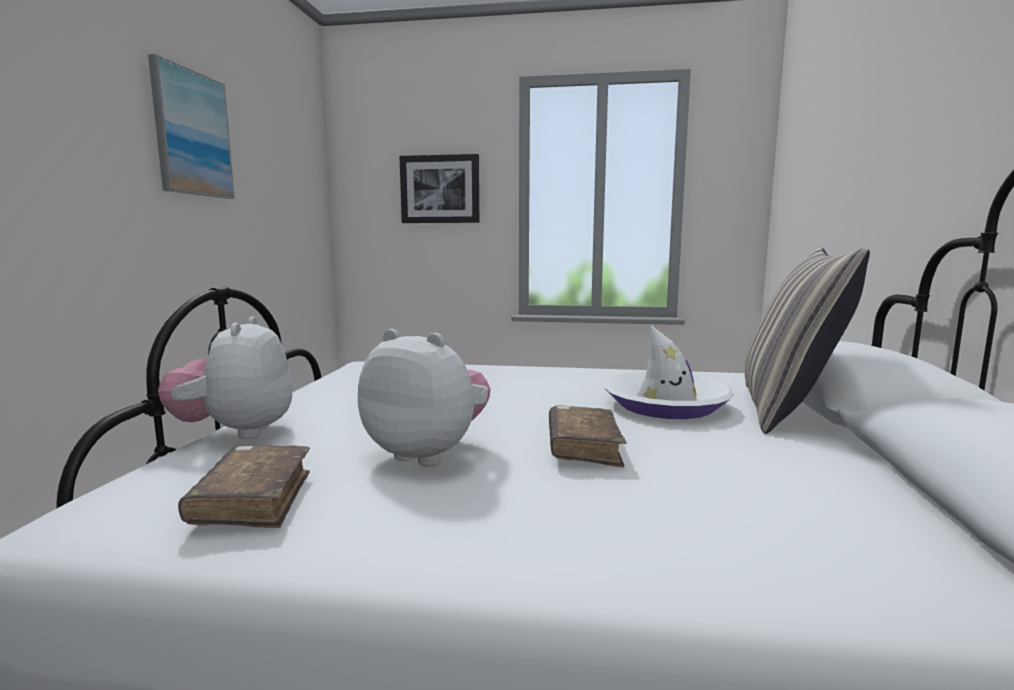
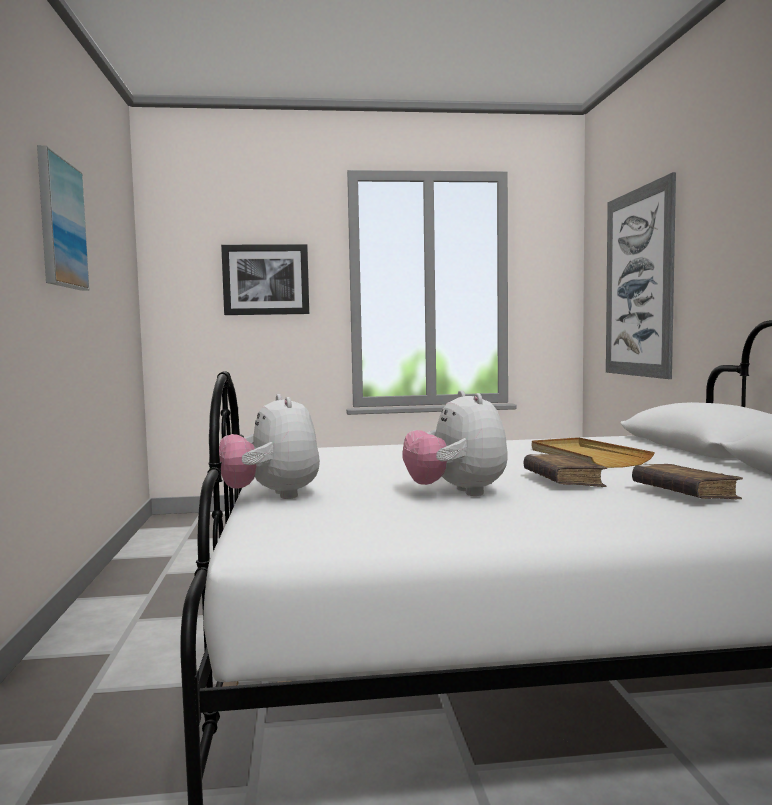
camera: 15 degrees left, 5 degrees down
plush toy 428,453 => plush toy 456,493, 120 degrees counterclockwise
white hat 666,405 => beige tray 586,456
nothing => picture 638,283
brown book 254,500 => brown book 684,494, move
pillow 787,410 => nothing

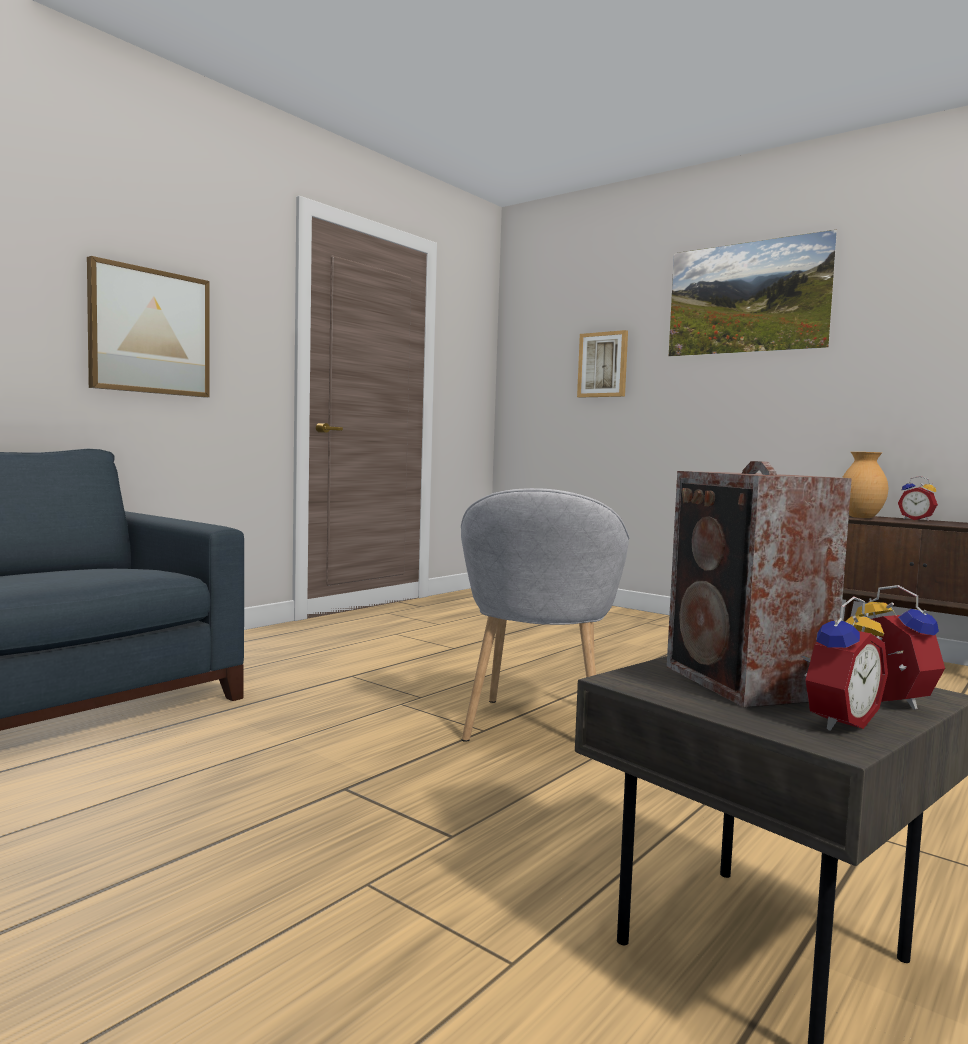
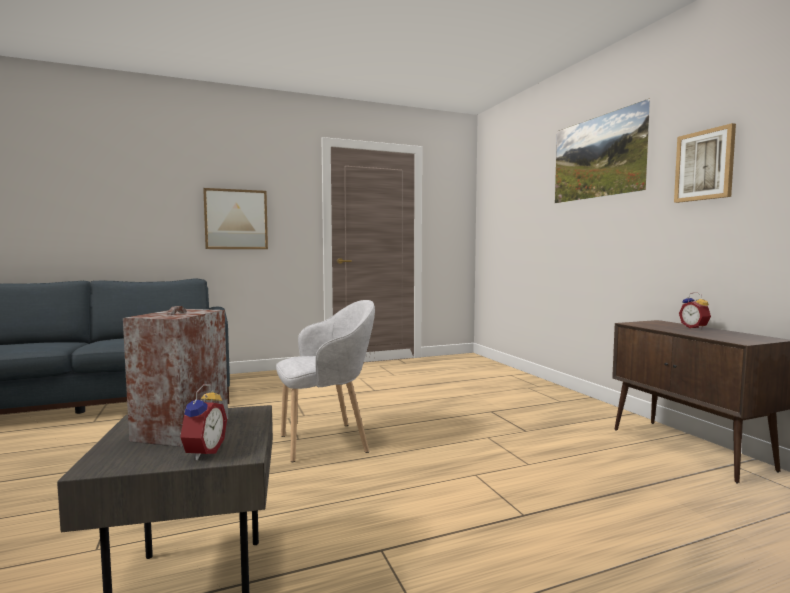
camera: 30 degrees right, 0 degrees up
grey armchair 536,727 => grey armchair 327,442, 150 degrees counterclockwise
picture 603,365 => picture 704,165, move
alarm clock 836,721 => nothing
brown vase 862,517 => nothing

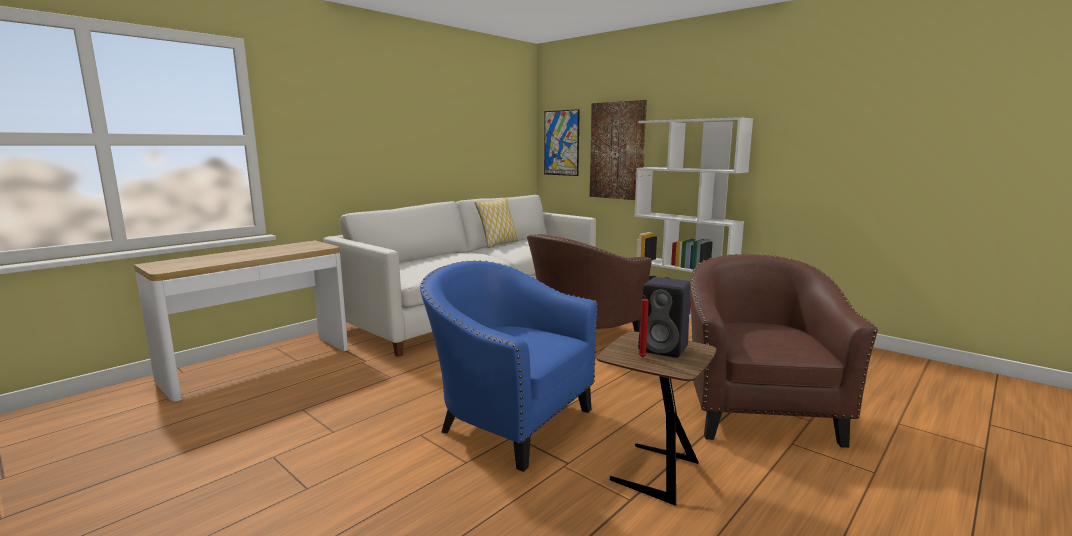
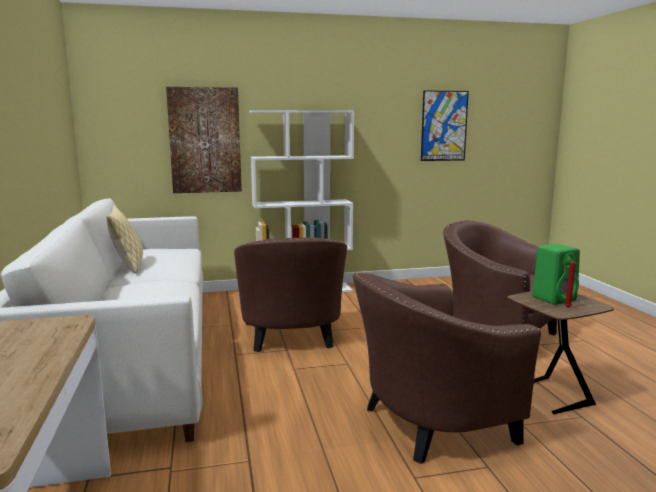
camera: 55 degrees left, 0 degrees up
blue armchair 508,421 => brown armchair 428,424
picture 561,143 => picture 444,126, move
black speaker 665,349 => green speaker 554,298

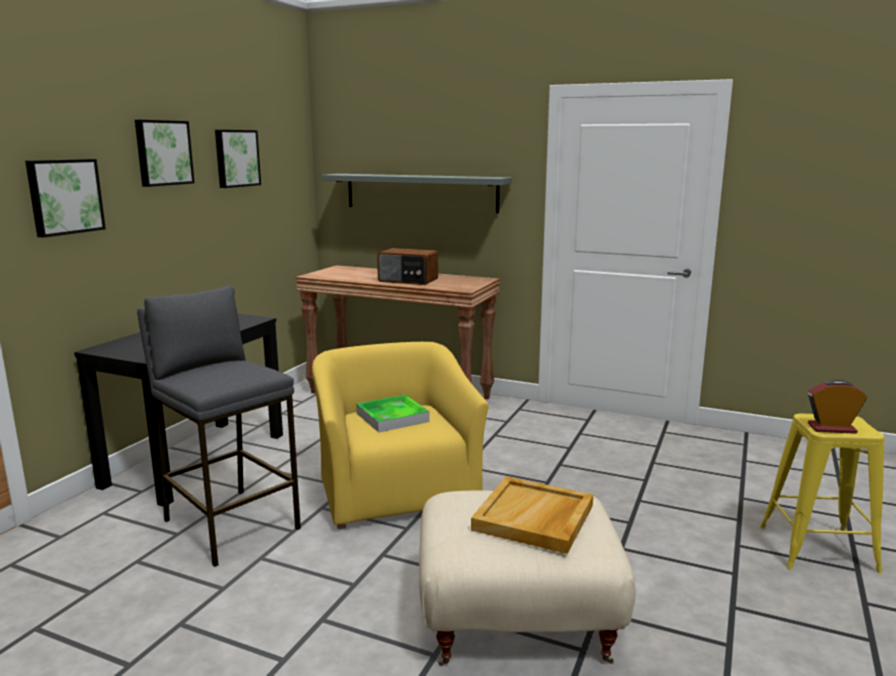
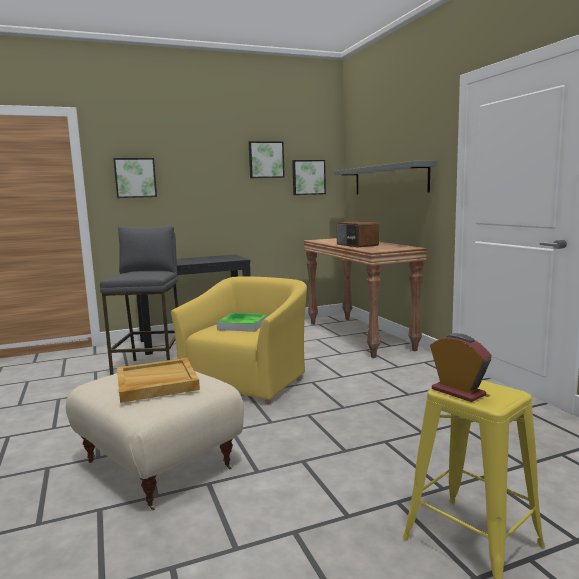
camera: 45 degrees right, 5 degrees down
picture 163,153 => picture 308,177, move

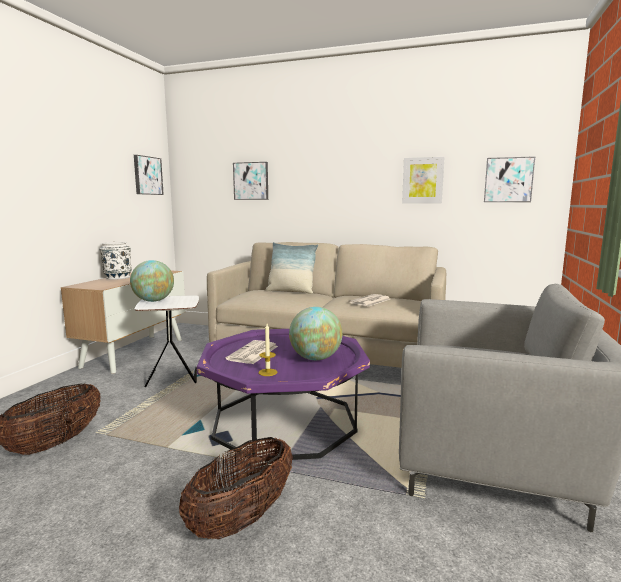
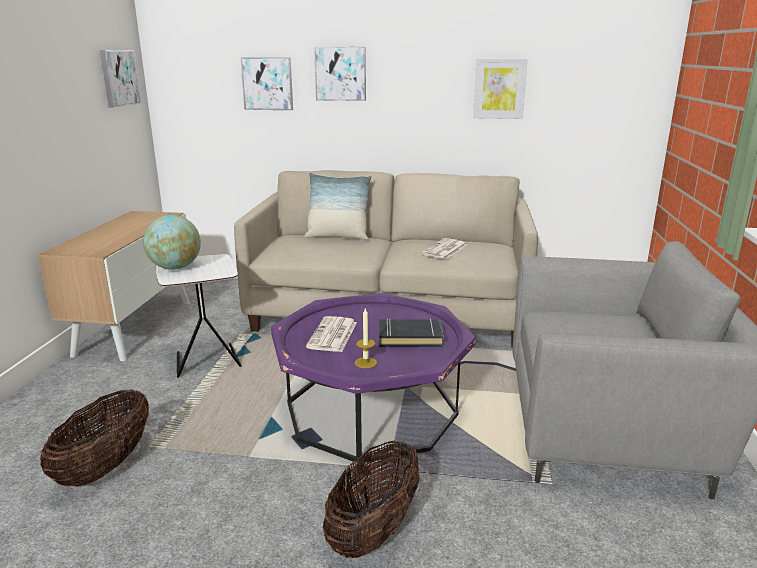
camera: 10 degrees left, 10 degrees up
picture 508,180 => picture 340,74, move
globe 315,358 => black book 410,338
white vase 117,277 => nothing

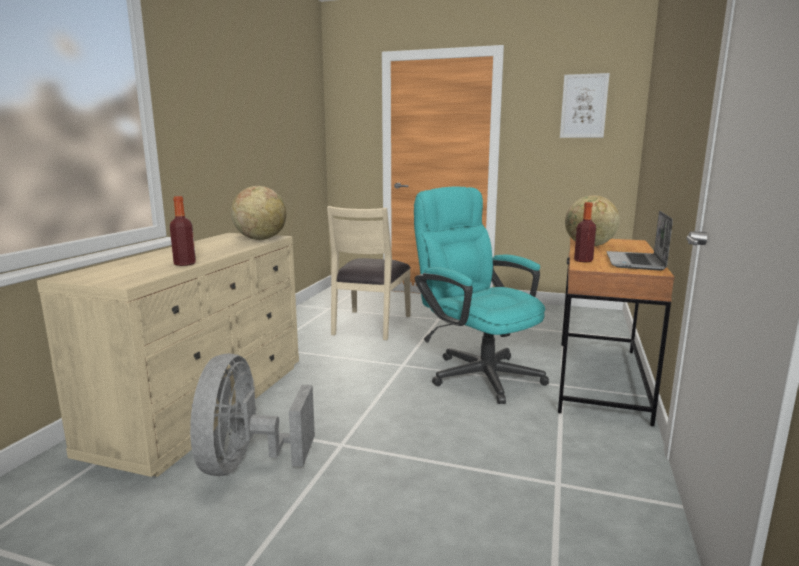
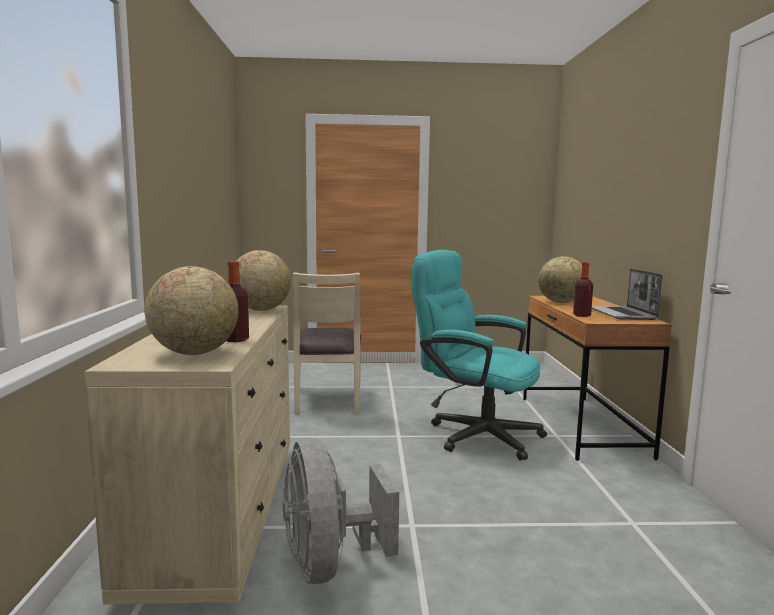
camera: 20 degrees left, 5 degrees down
nothing => globe 194,353
picture 583,106 => nothing

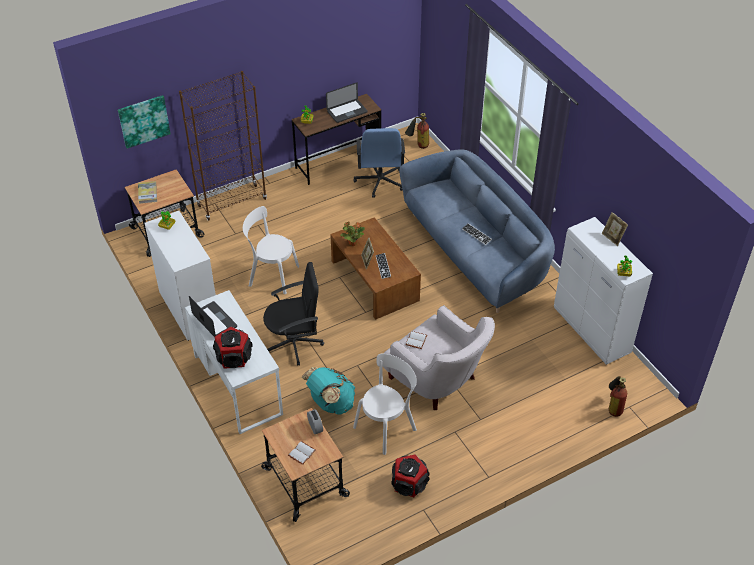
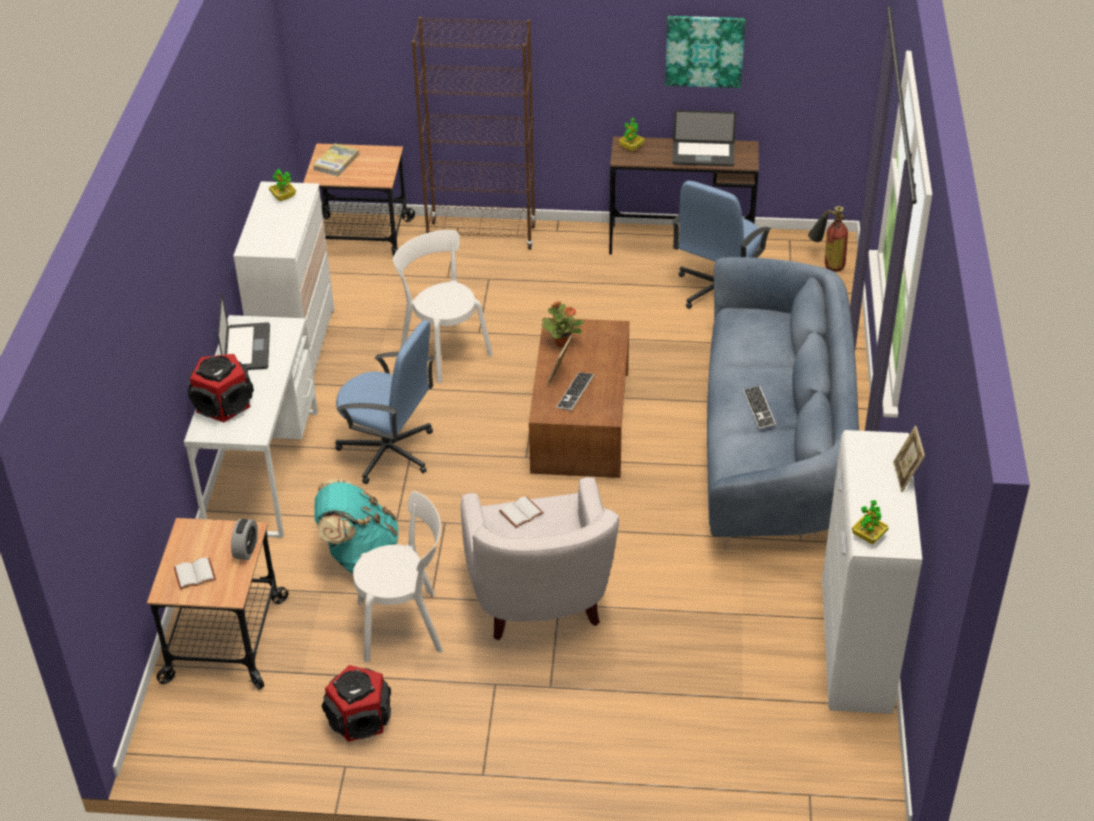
camera: 35 degrees right, 5 degrees down
black office chair 294,343 => blue office chair 388,452
picture 144,121 => picture 704,50, move
fire extinguisher 613,407 => nothing

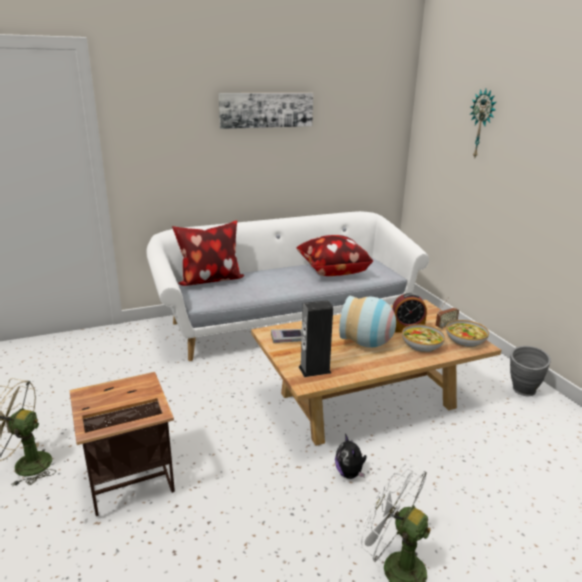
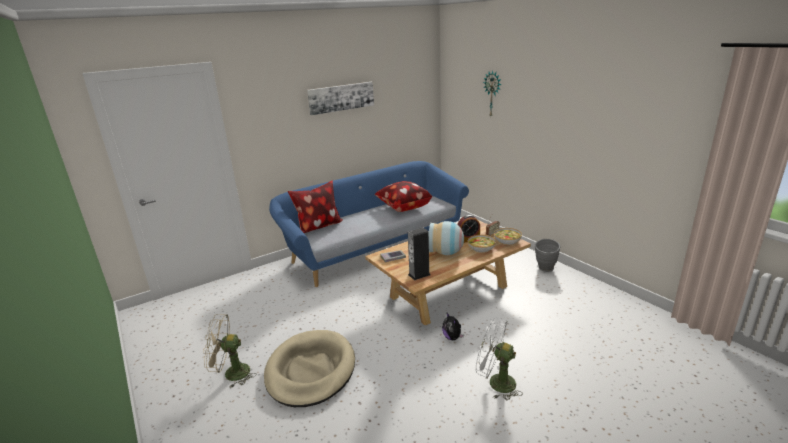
camera: 10 degrees left, 0 degrees up
side table 129,483 => beige dog bed 310,370
white sofa 287,320 => blue sofa 374,248

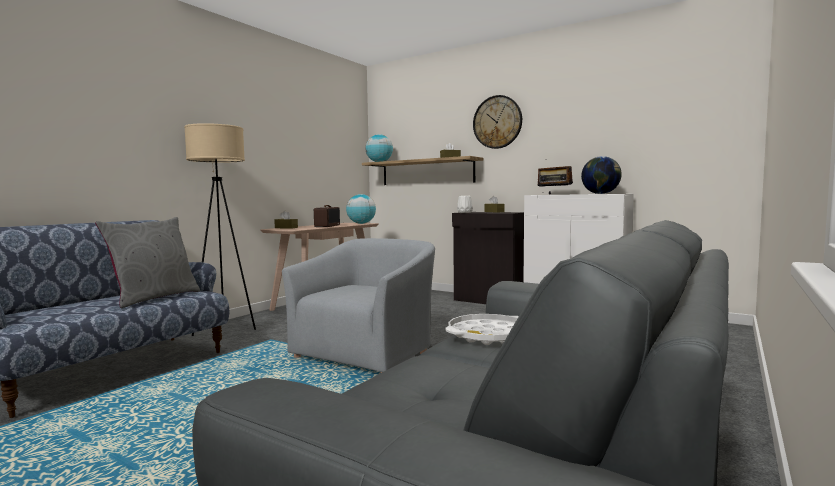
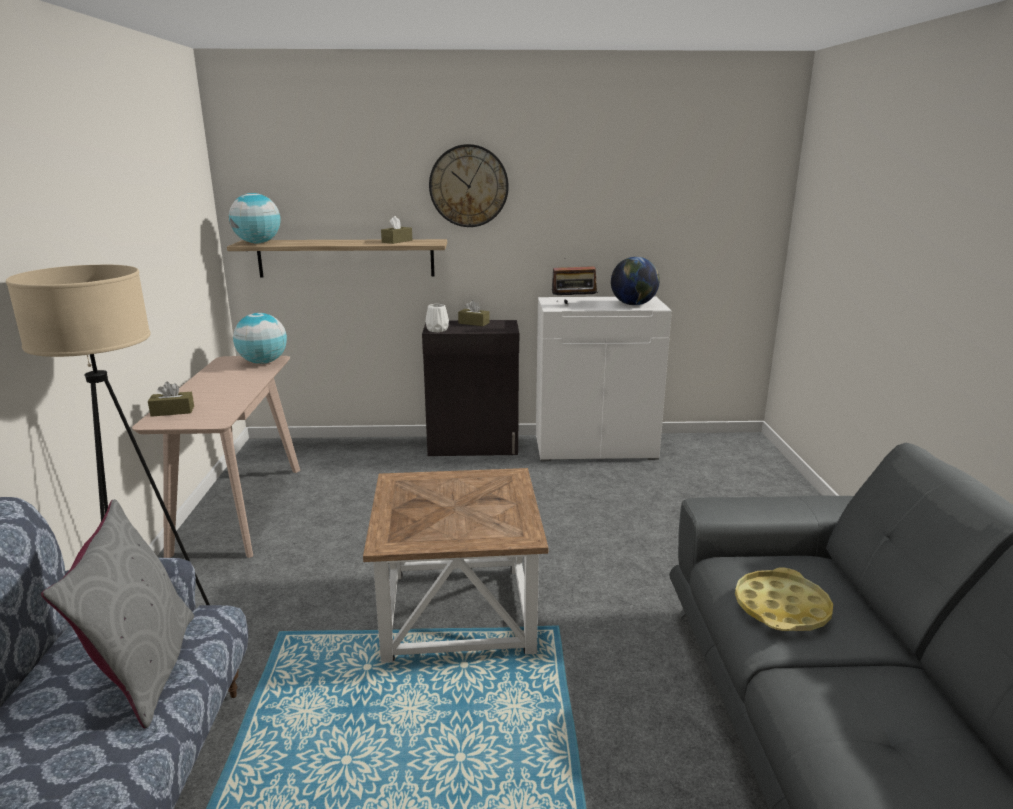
camera: 35 degrees left, 15 degrees up
grey armchair 366,353 => brown side table 460,610
white tray 488,335 => yellow tray 781,608
radio 327,226 => nothing

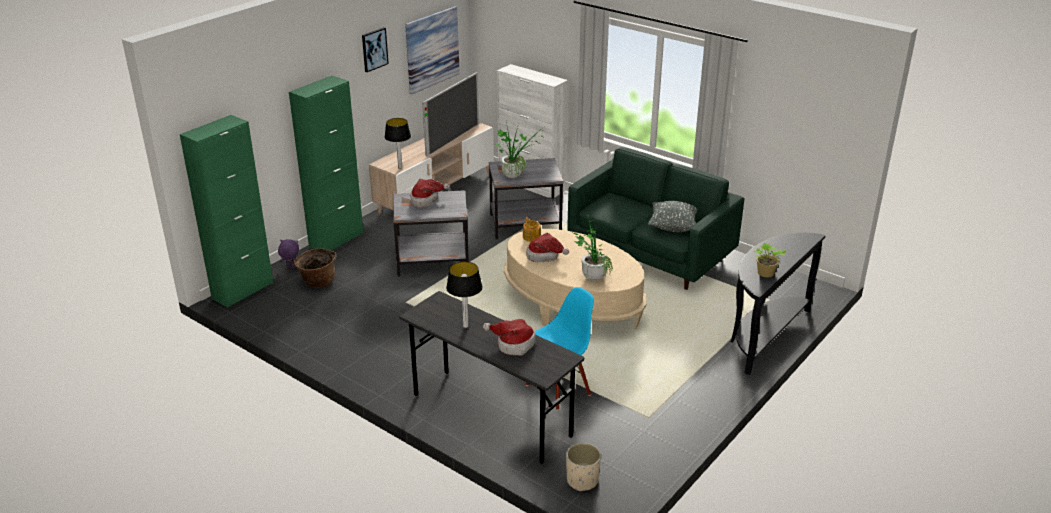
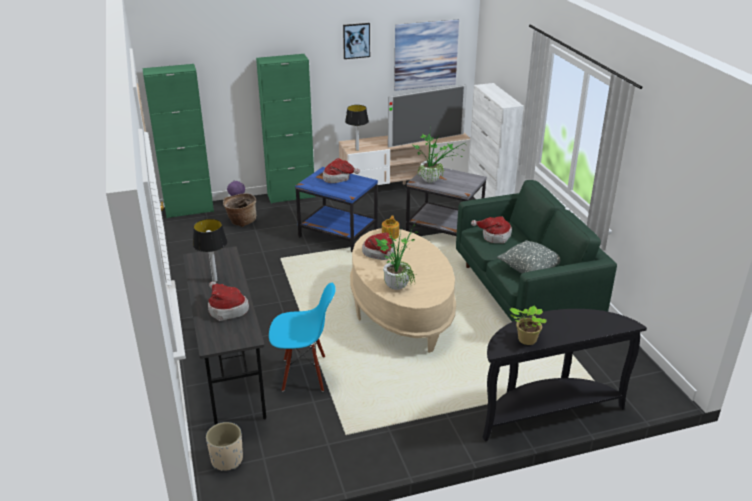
camera: 35 degrees right, 0 degrees up
grey side table 433,260 => blue side table 338,234
nothing => hat 494,236

